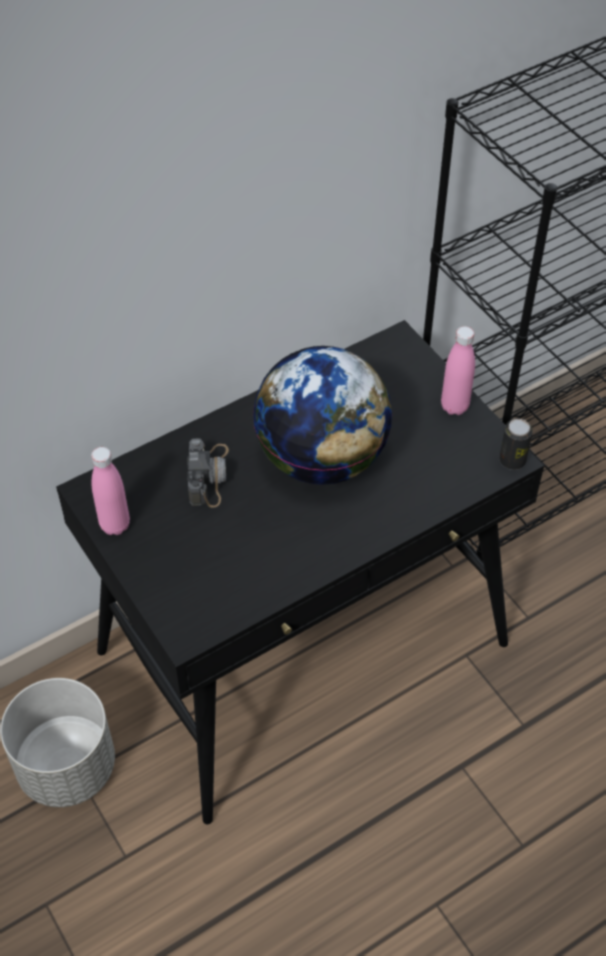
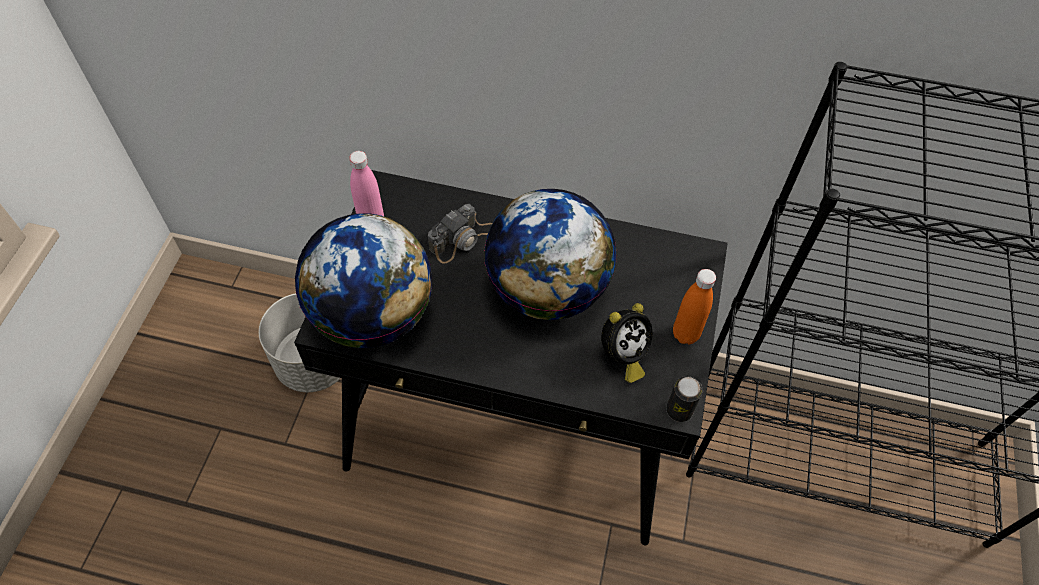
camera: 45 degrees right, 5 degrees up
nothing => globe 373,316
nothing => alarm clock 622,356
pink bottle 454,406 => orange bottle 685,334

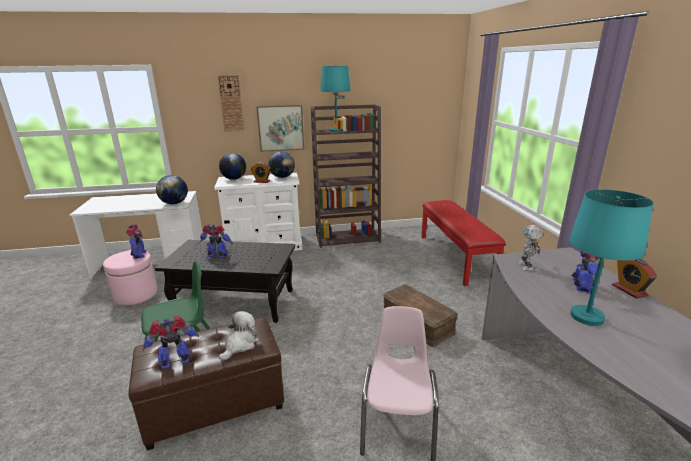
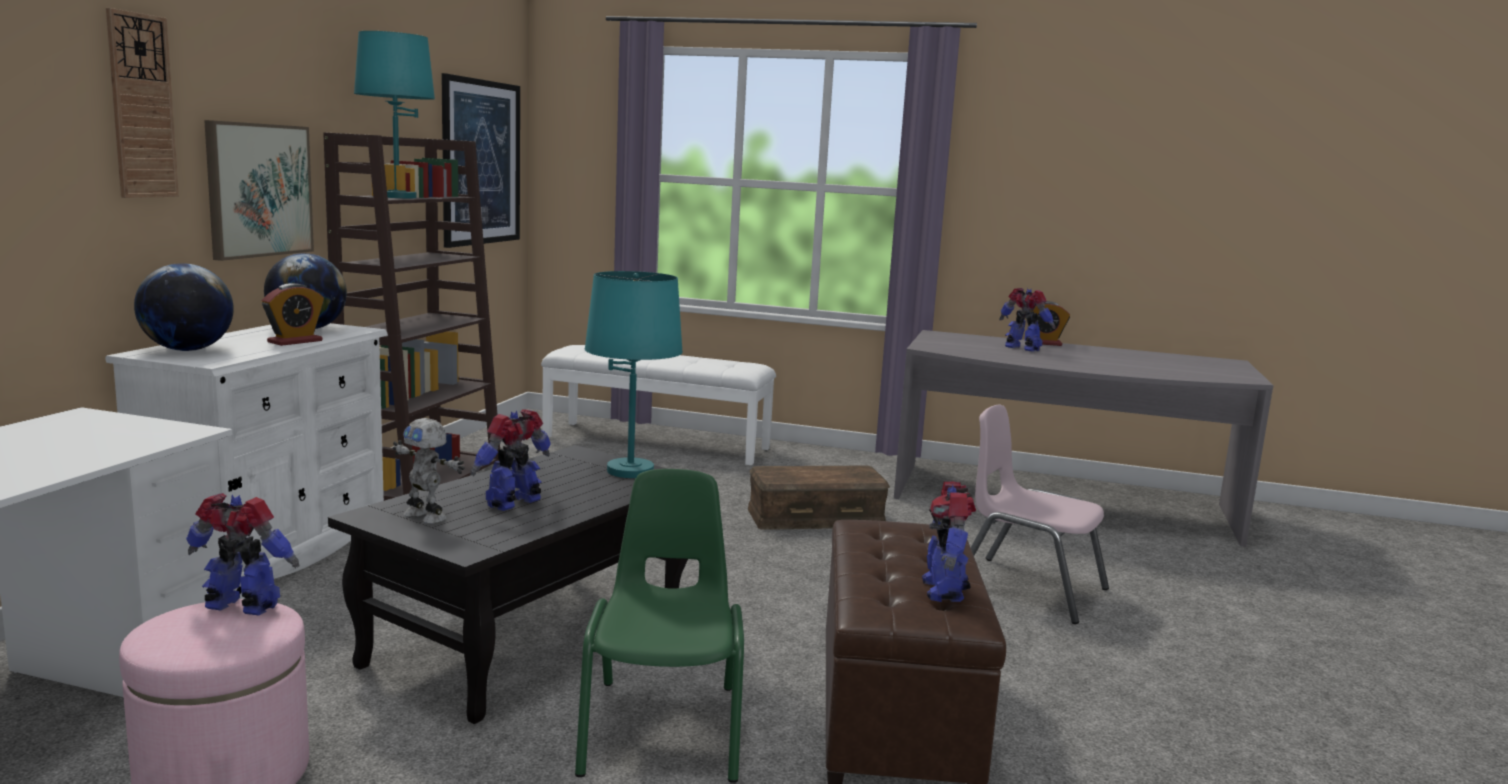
camera: 65 degrees left, 10 degrees down
toy robot 526,266 => toy robot 426,516, move
nothing => picture 481,162
red bench 456,257 => white bench 657,442
turquoise table lamp 587,317 => turquoise table lamp 631,471, move
globe 174,203 => nothing
plush toy 239,345 => nothing

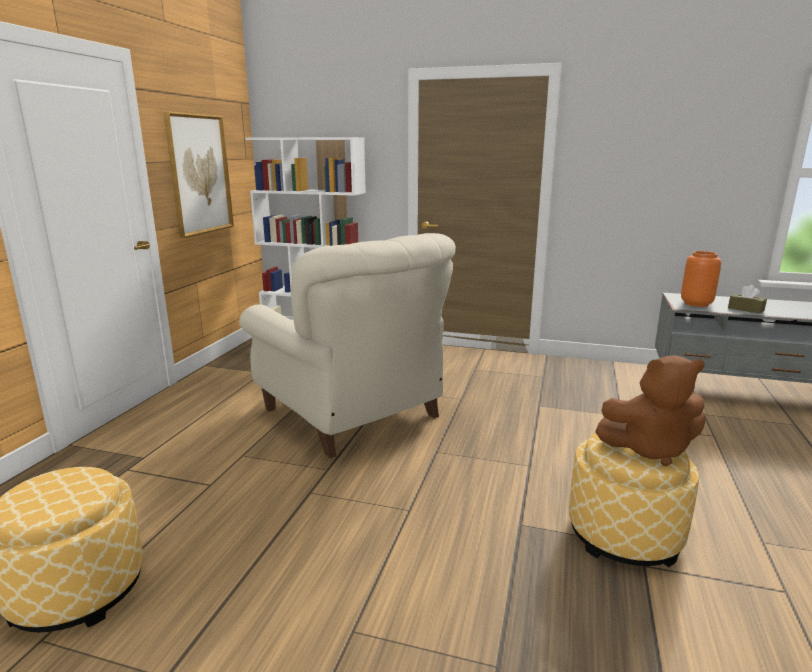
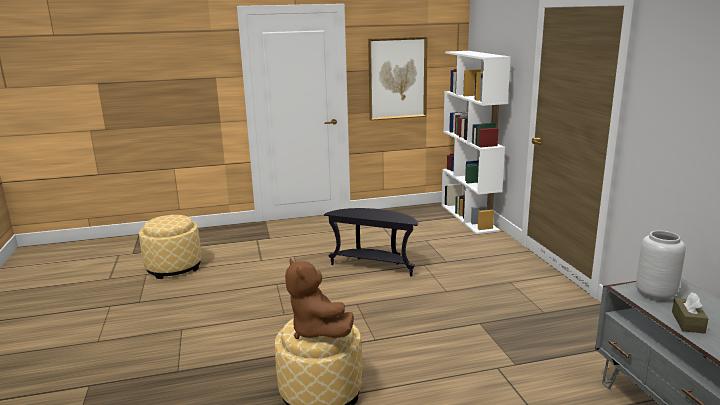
camera: 60 degrees right, 0 degrees up
beige armchair 354,414 => black side table 374,266
orange vase 696,304 => grey vase 654,294

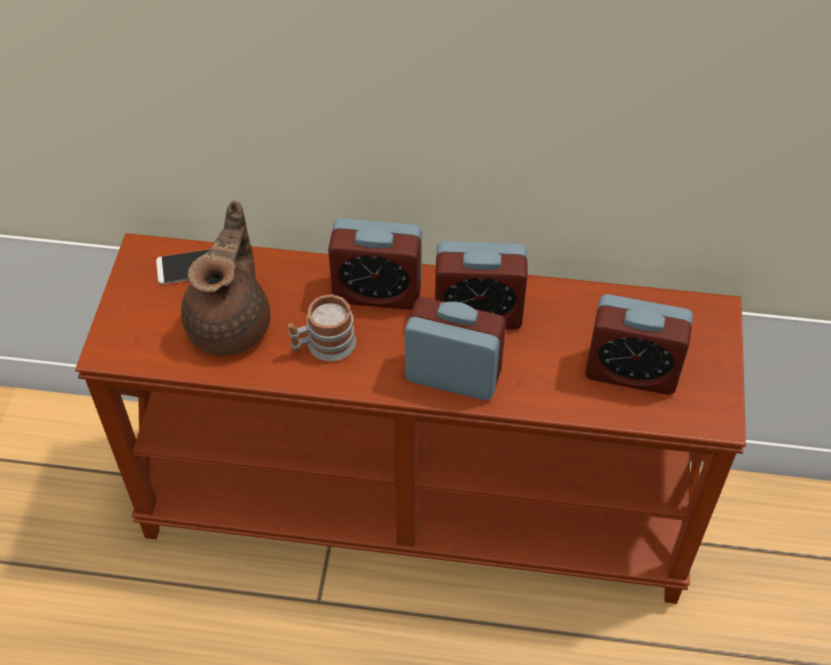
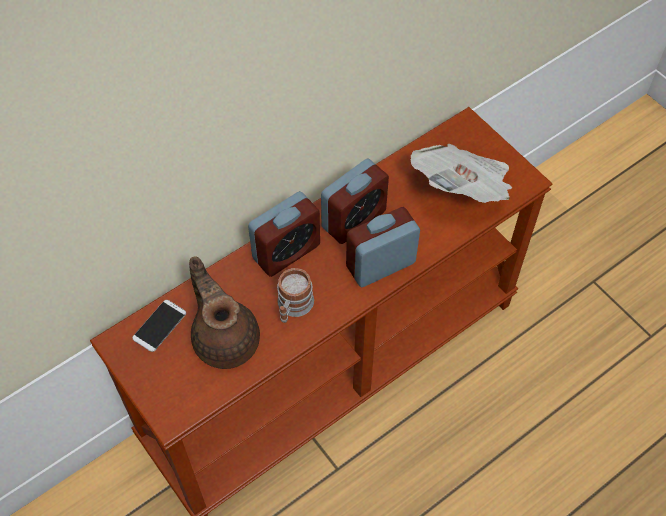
camera: 45 degrees left, 5 degrees up
alarm clock 631,371 => newspaper 463,188

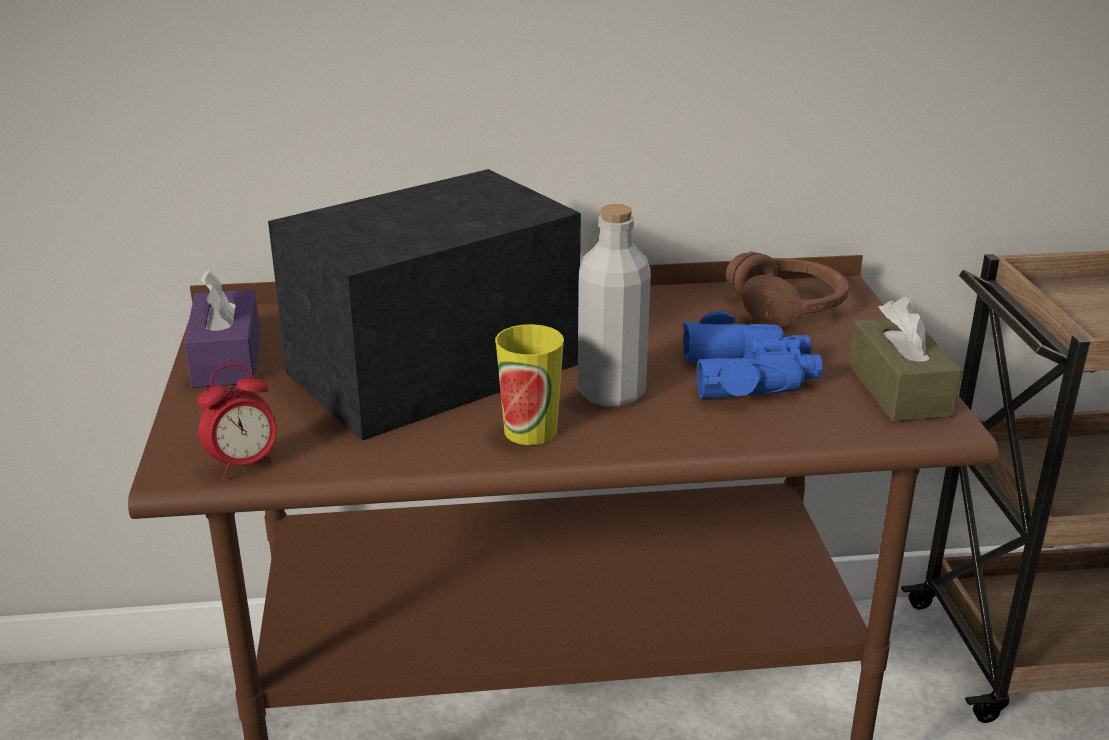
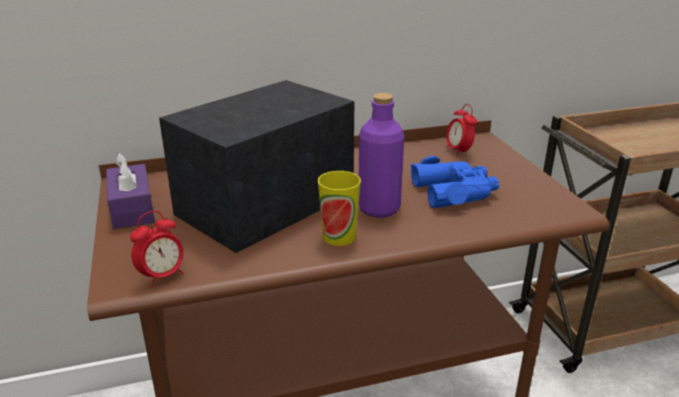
camera: 10 degrees left, 0 degrees up
grey bottle 611,392 => purple bottle 379,209
brown headphones 787,307 => alarm clock 458,151
brown tissue box 899,390 => nothing

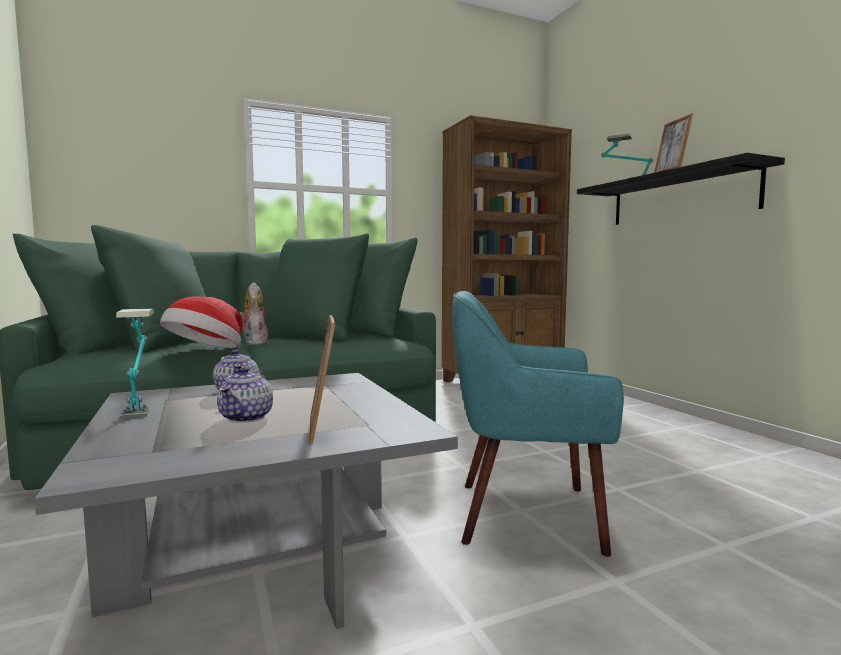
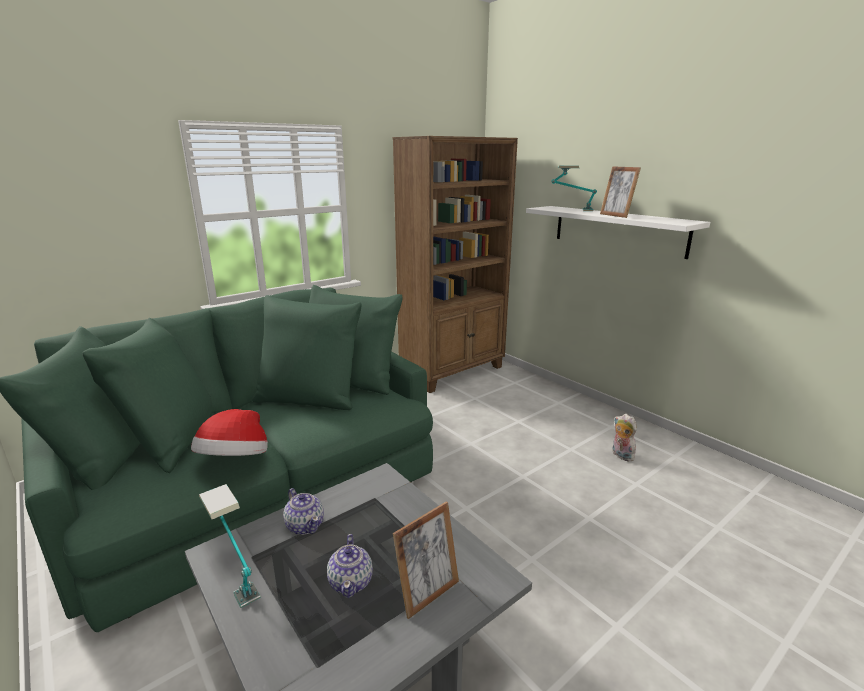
camera: 15 degrees left, 15 degrees up
picture frame 323,429 => picture frame 428,593, 105 degrees counterclockwise
black shelf 680,197 => white shelf 618,230
plush toy 254,342 => plush toy 621,455, move
turquoise armchair 525,514 => nothing

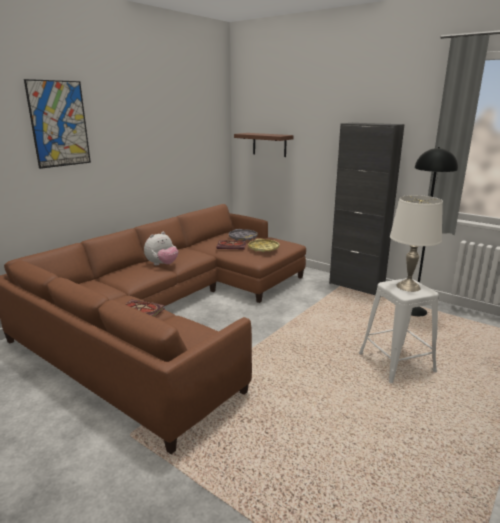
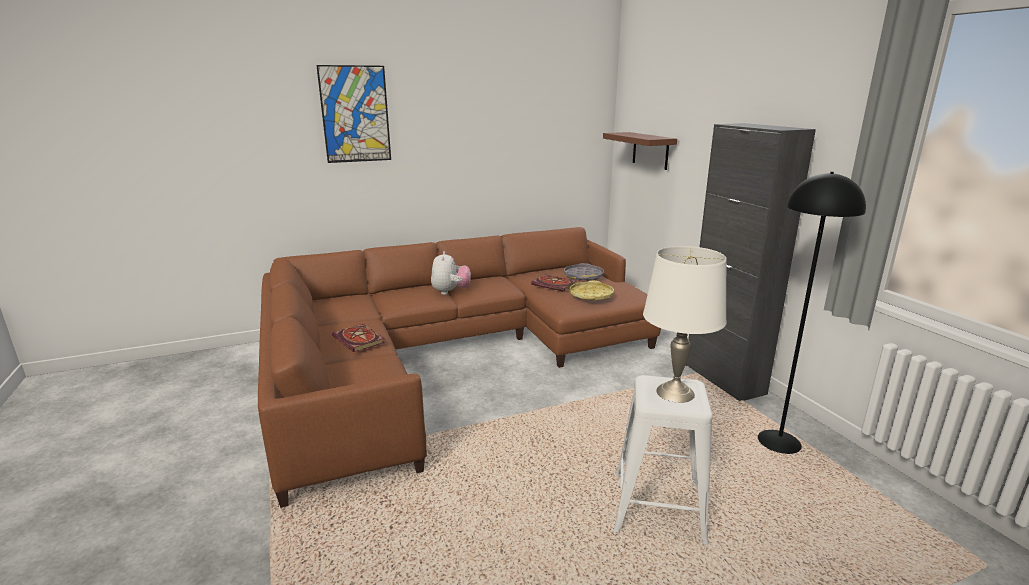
camera: 30 degrees right, 0 degrees up
plush toy 162,264 => plush toy 450,292, 75 degrees counterclockwise

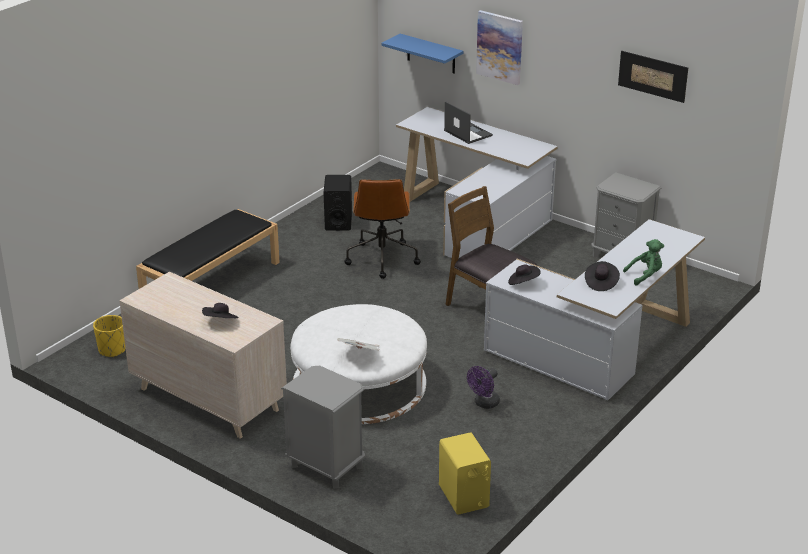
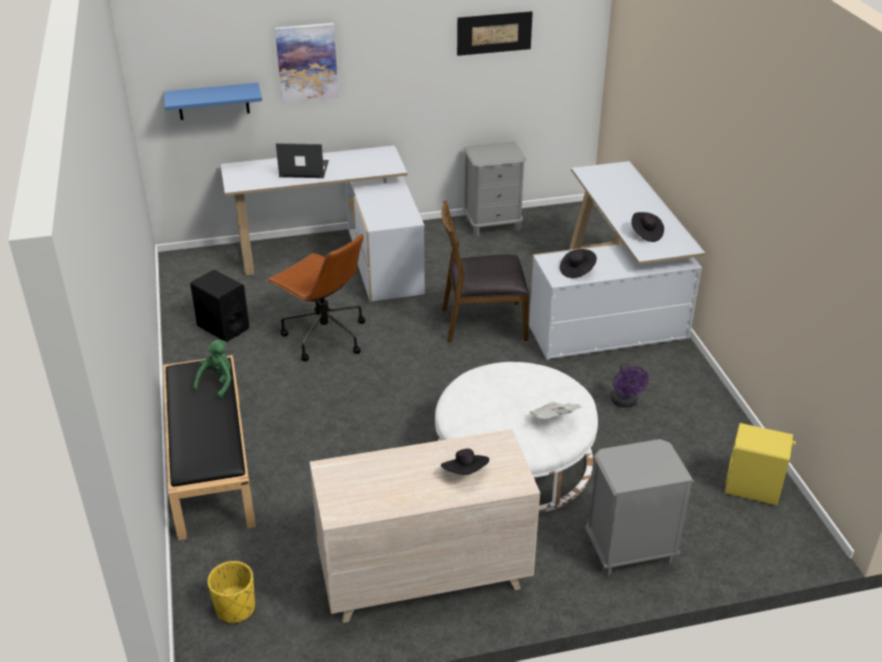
camera: 50 degrees left, 5 degrees up
green plush toy 645,275 => green plush toy 217,383, move

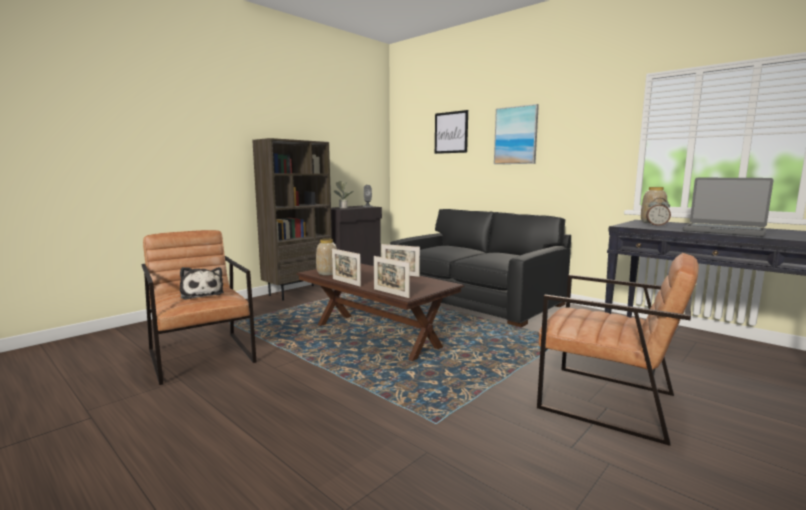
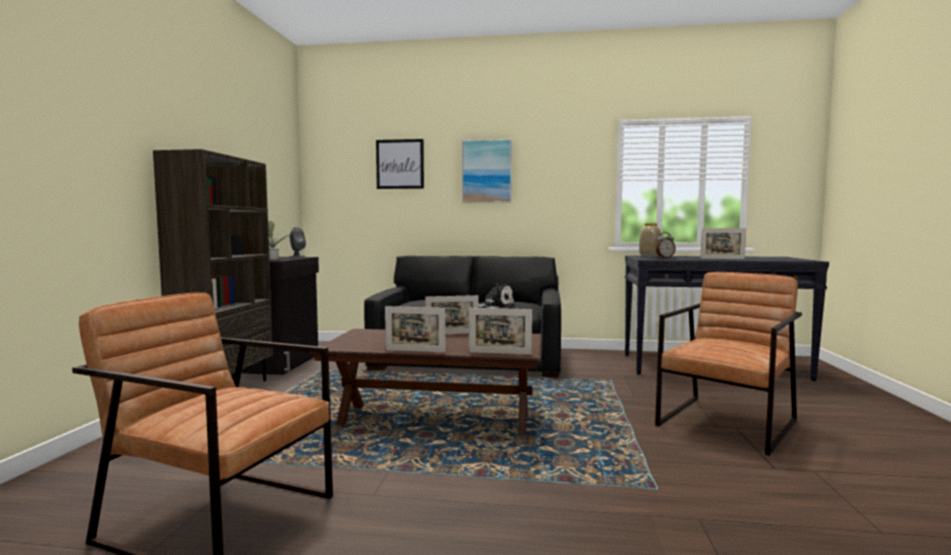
camera: 35 degrees left, 5 degrees down
plush toy 202,294 => plush toy 496,307, move
brown armchair 607,401 => brown armchair 727,423, 45 degrees counterclockwise
laptop 723,231 => picture frame 722,259
vase 327,273 => nothing

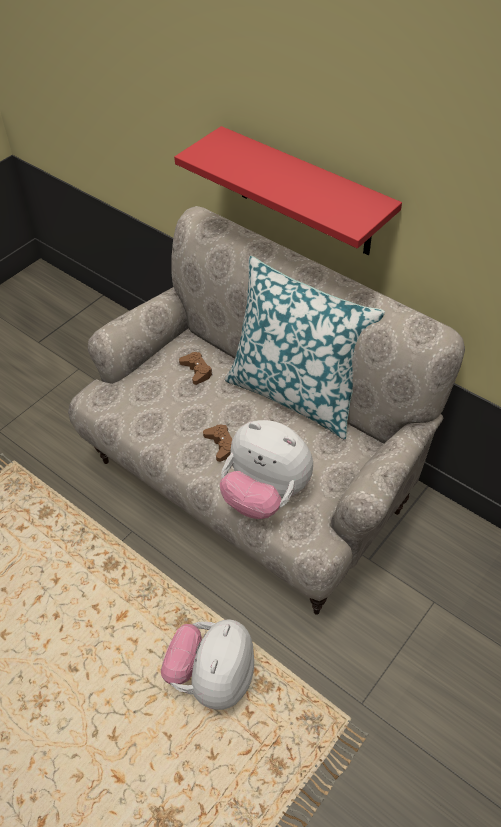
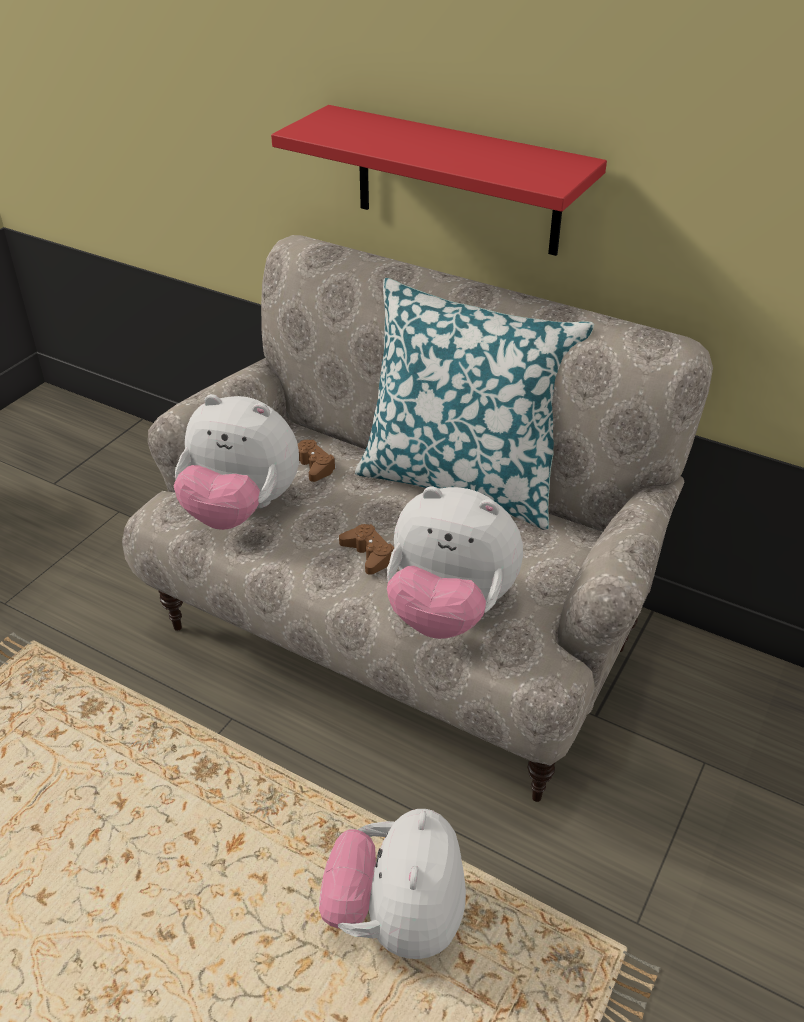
camera: 10 degrees left, 10 degrees down
nothing => plush toy 241,510

